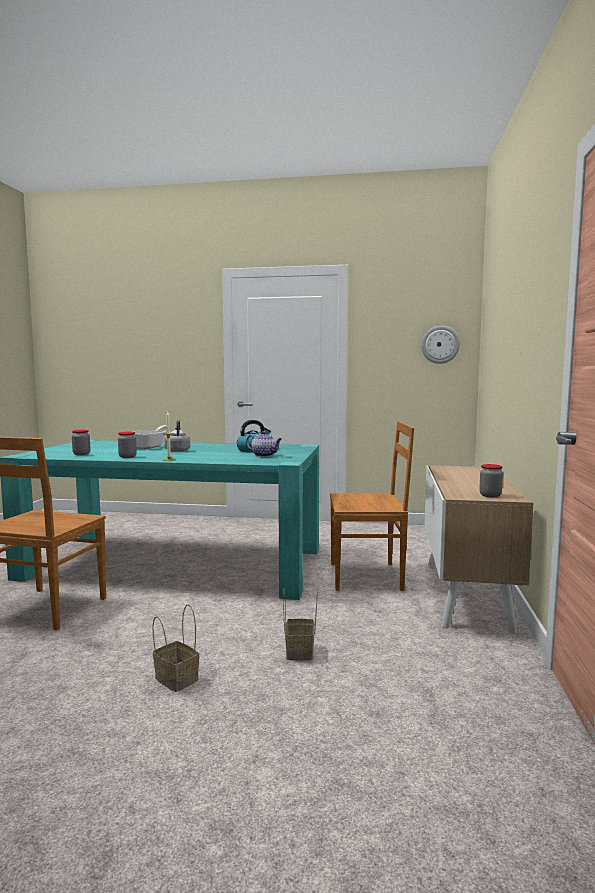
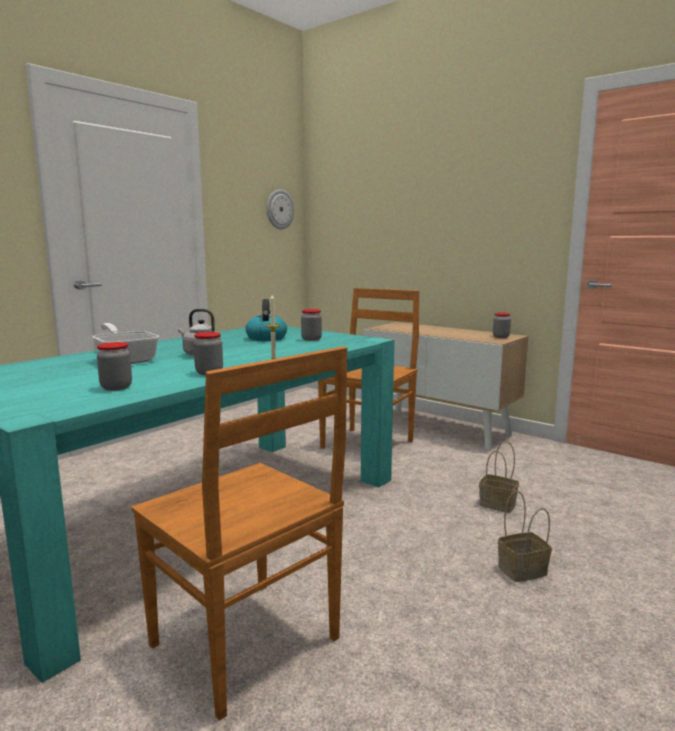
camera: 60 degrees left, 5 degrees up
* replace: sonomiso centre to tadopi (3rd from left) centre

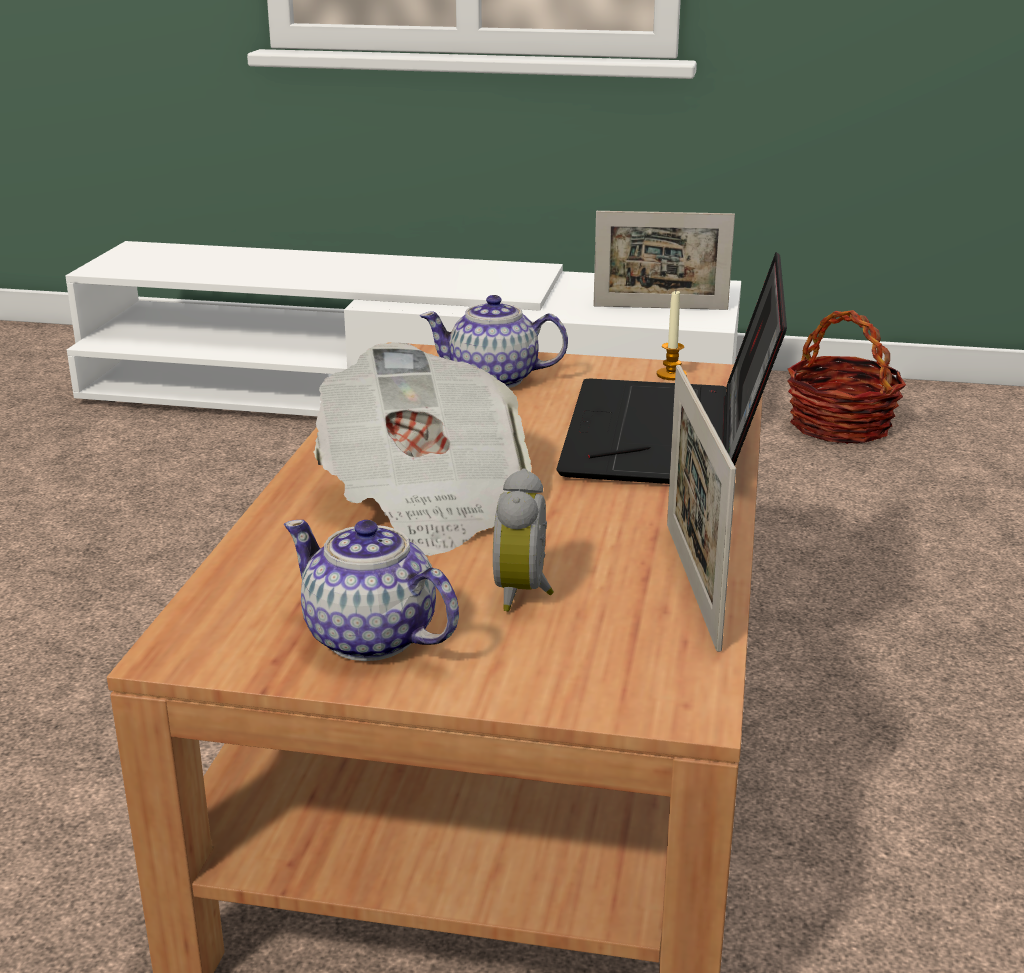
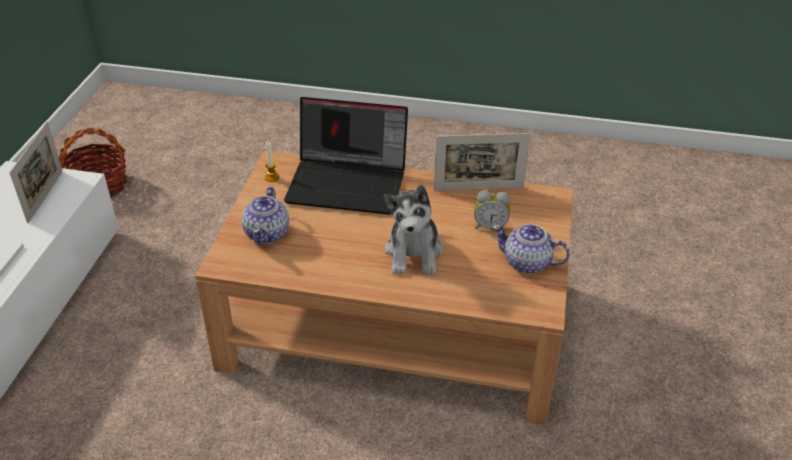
camera: 90 degrees left, 15 degrees up
* replace: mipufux centre to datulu centre
* rotate: sonomiso (1st from left in the first image) centre = middle right 75 degrees clockwise

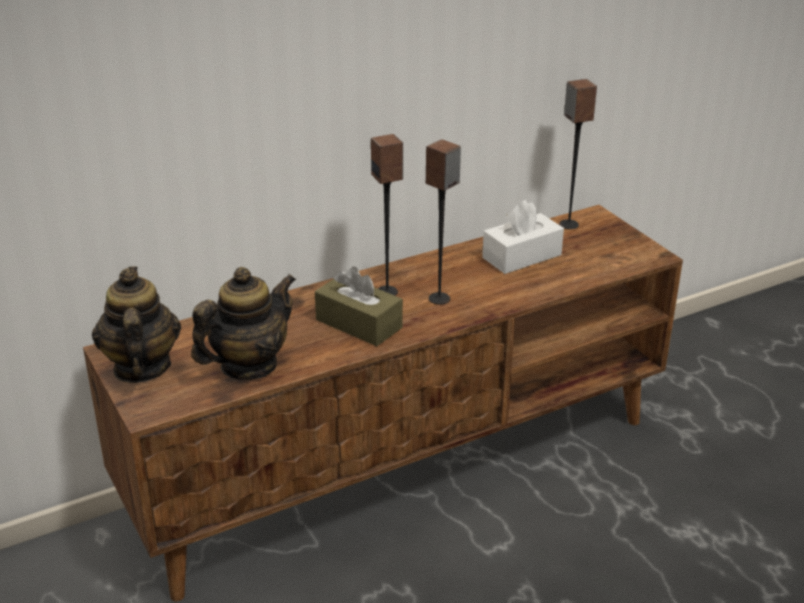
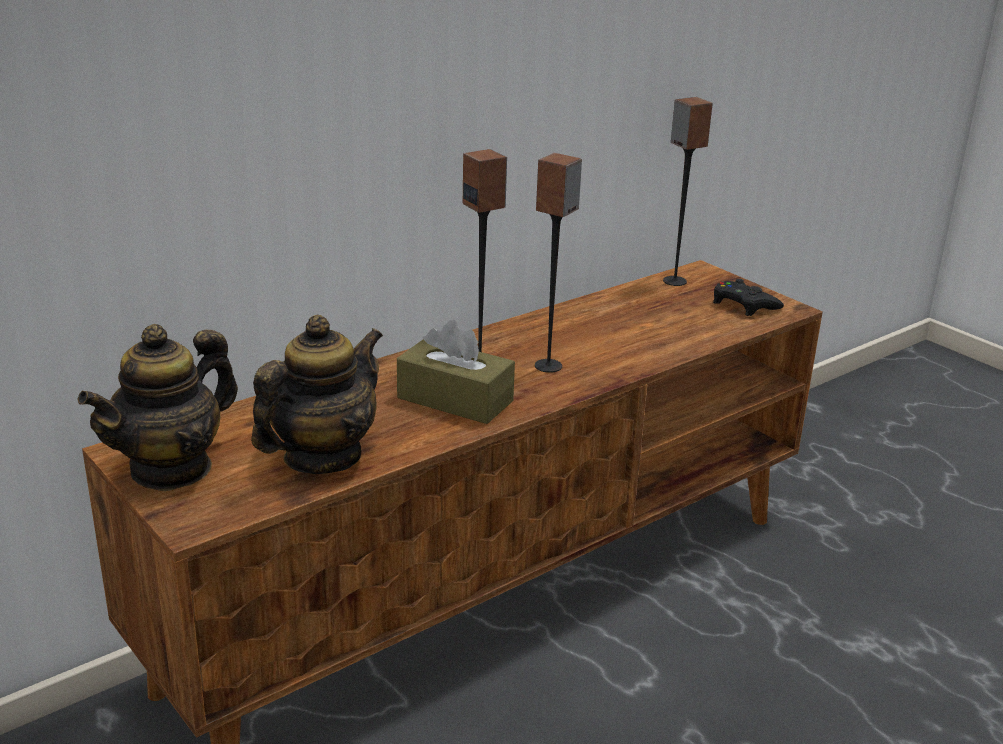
camera: 10 degrees left, 5 degrees down
* delete: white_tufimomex centre
* rotate: sonomiso (1st from left) middle left = middle left 120 degrees counterclockwise
* insert: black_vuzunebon middle right

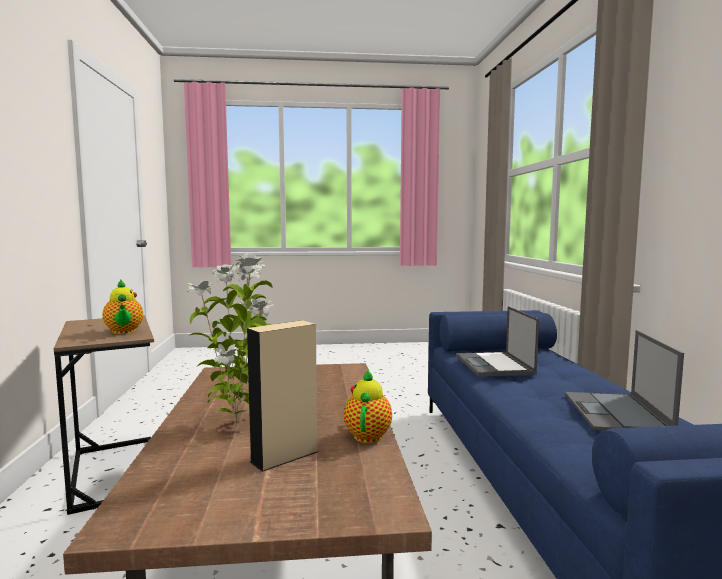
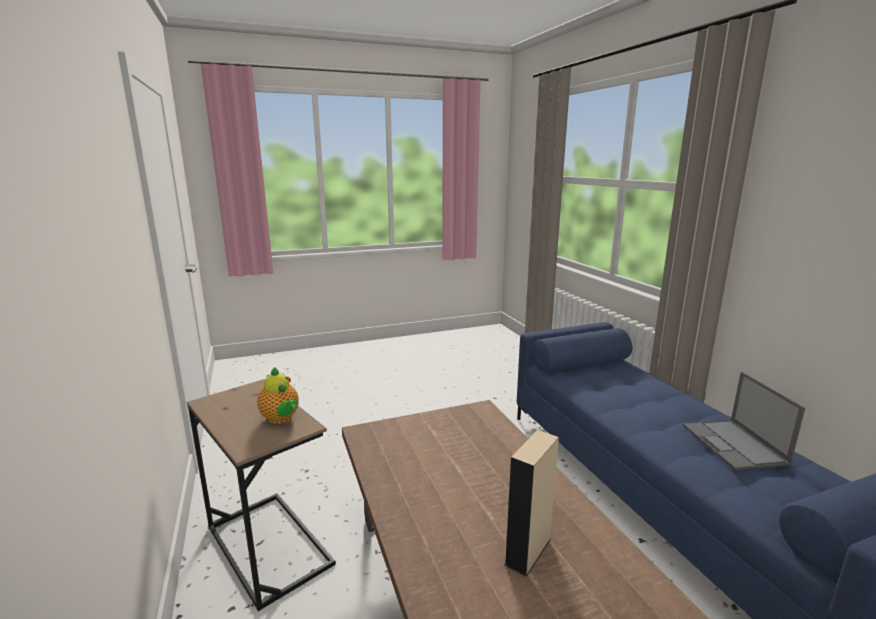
camera: 15 degrees left, 10 degrees up
* delete: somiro middle left
* delete: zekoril (1st from left) middle right
* delete: sonomiso (2nd from left) bottom centre

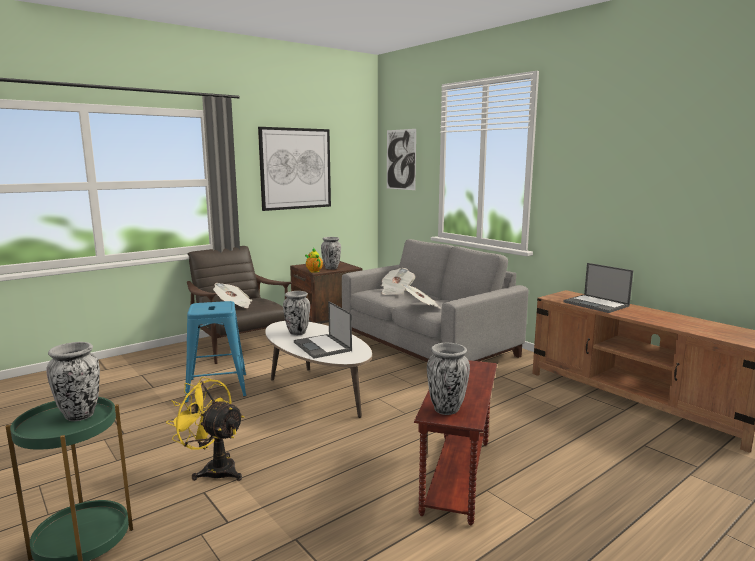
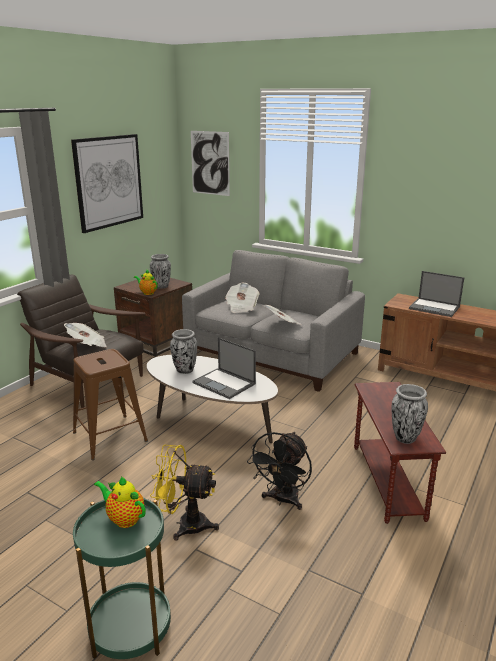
camera: 20 degrees left, 10 degrees up
* recolor: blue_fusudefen middle left to brown_fusudefen middle left
* replace: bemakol (1st from left) bottom left to sonomiso (1st from left) bottom left
* insert: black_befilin bottom centre

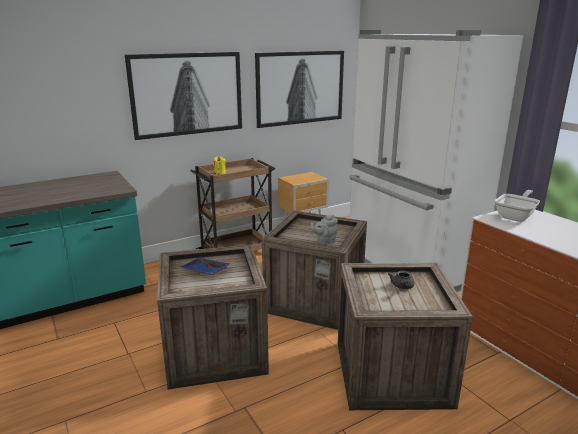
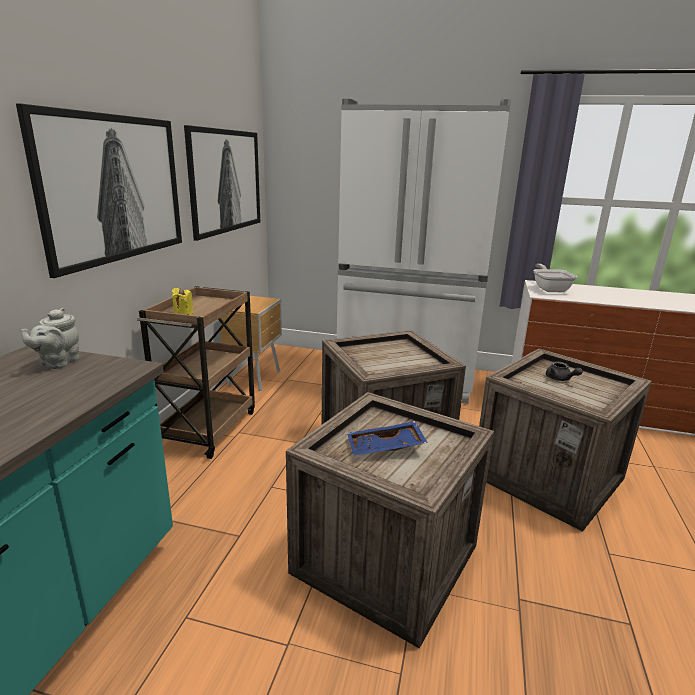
camera: 45 degrees left, 0 degrees up
* move: grey_sonomiso (1st from left) centre to middle left

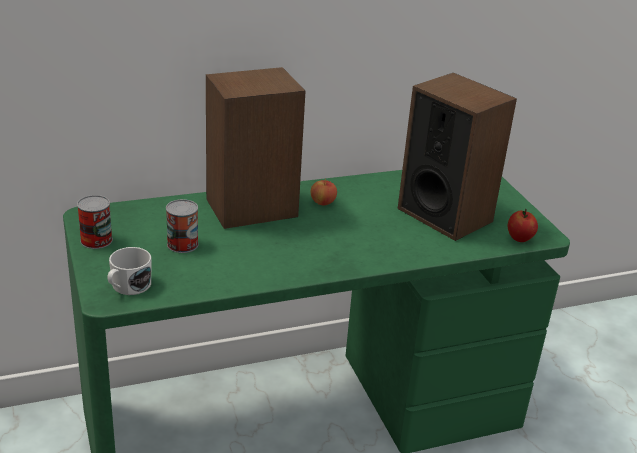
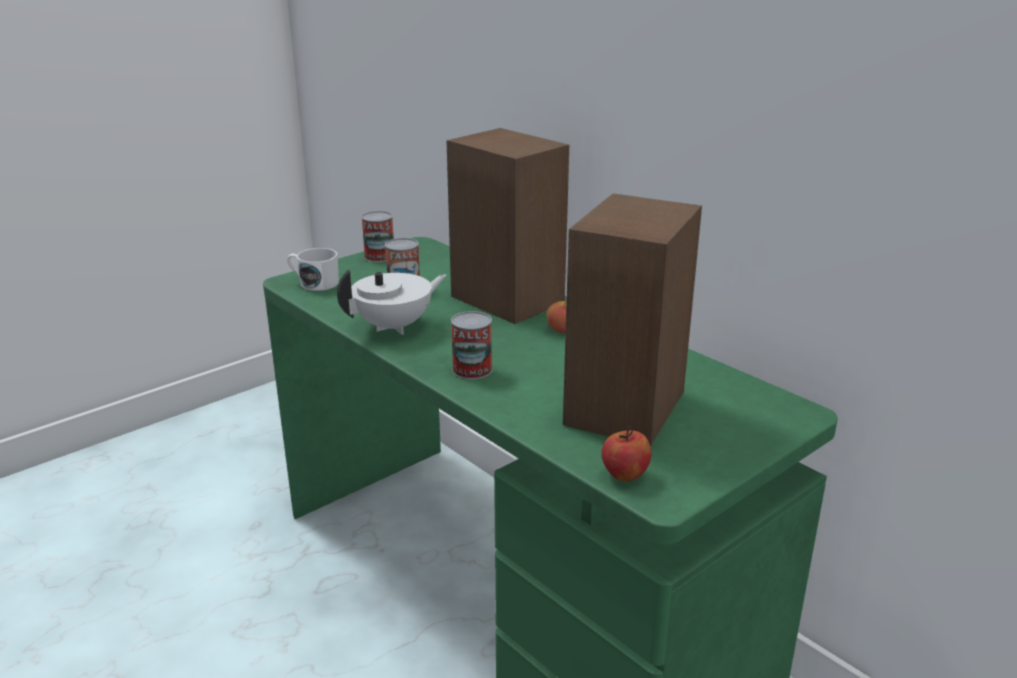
camera: 70 degrees right, 5 degrees down
* insert: white_sonomiso centre
* insert: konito (3rd from left) centre

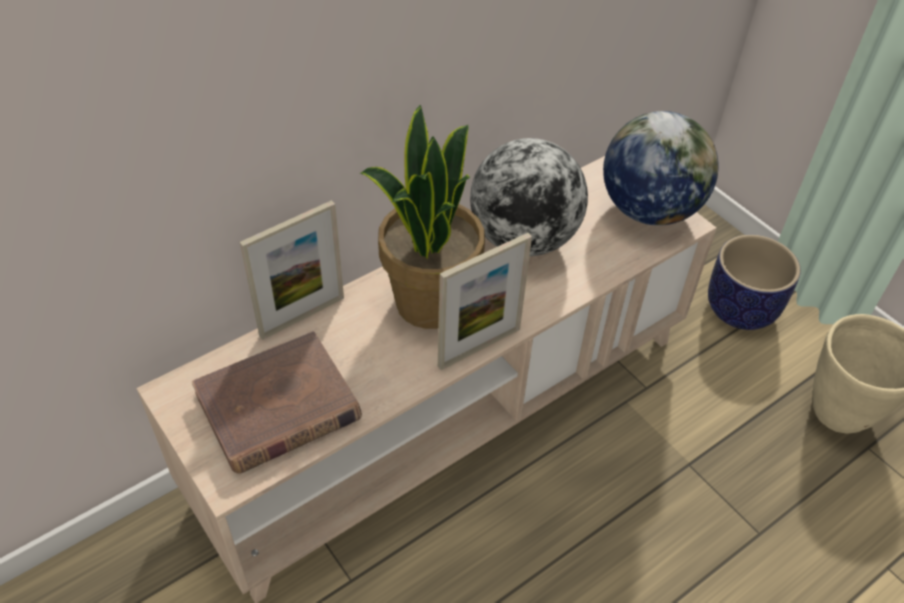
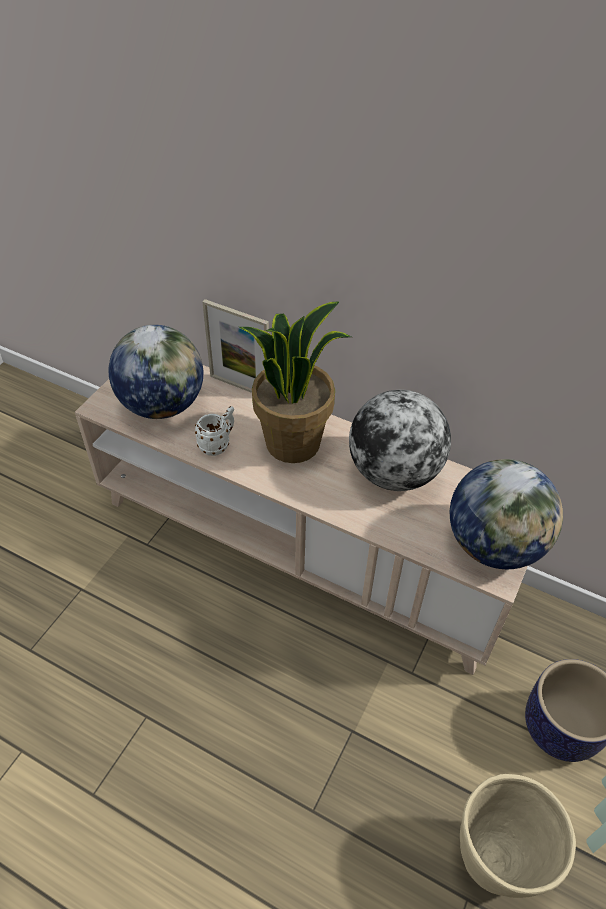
camera: 65 degrees right, 0 degrees up
* delete: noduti (2nd from left) centre
* replace: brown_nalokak bottom left to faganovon (1st from left) middle left
* insert: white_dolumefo centre

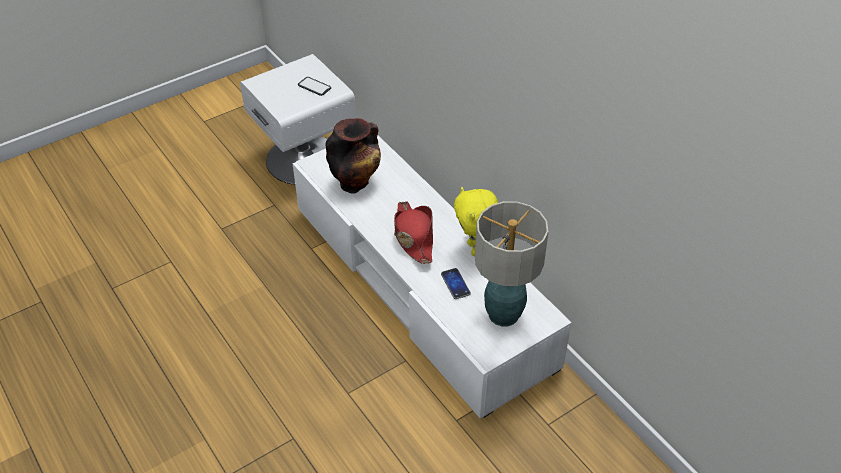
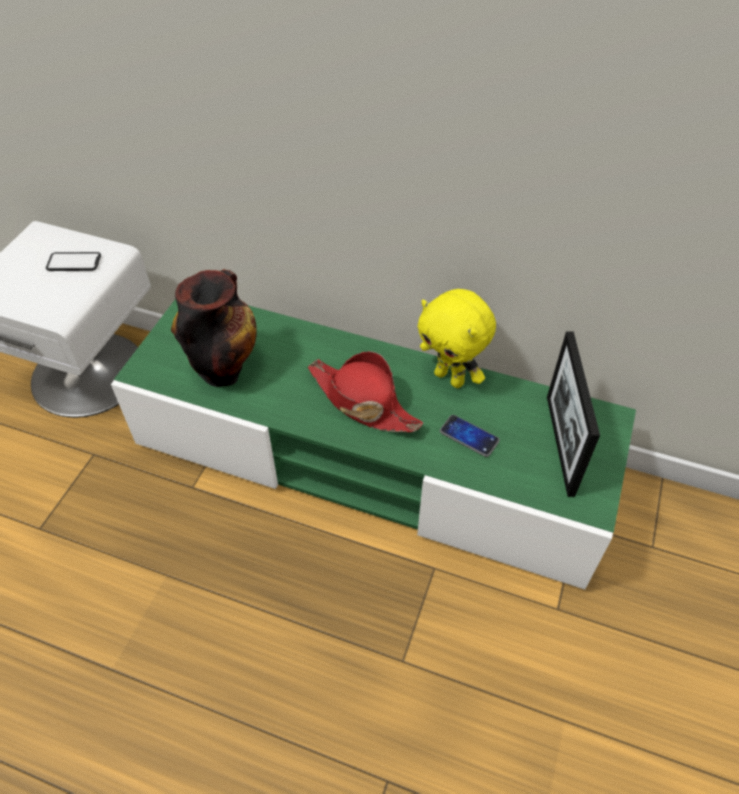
camera: 35 degrees left, 5 degrees up
* recolor: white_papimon centre to green_papimon centre
* replace: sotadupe centre to noduti middle right

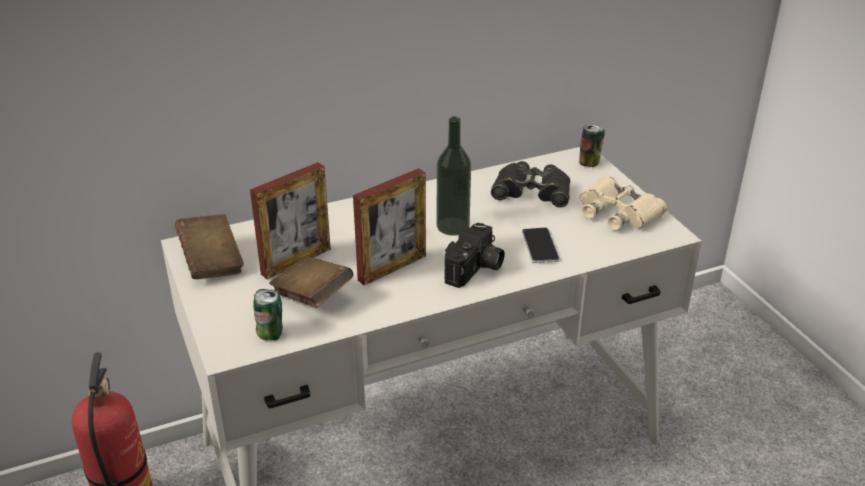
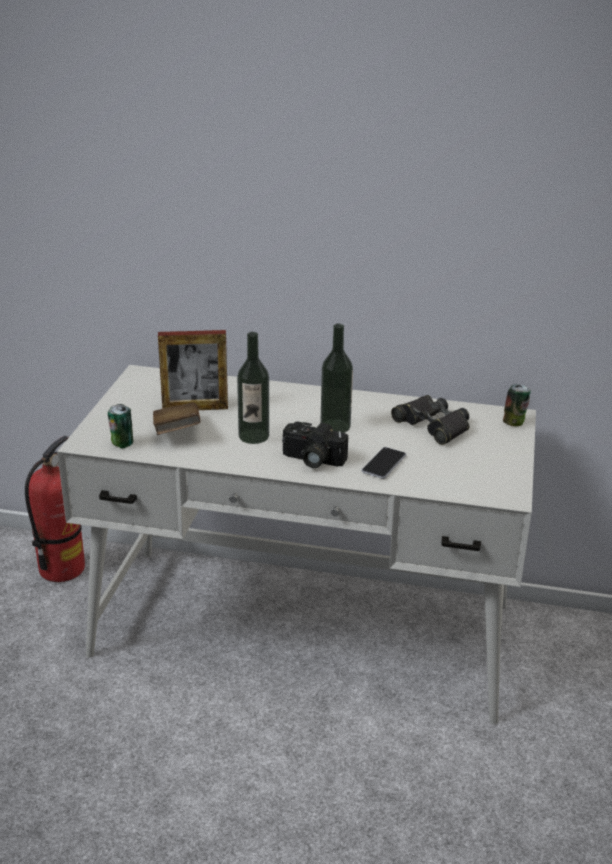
camera: 35 degrees right, 5 degrees down
* replace: noduti (2nd from left) centre to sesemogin (1st from left) centre
* delete: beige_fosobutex middle right
* delete: brown_nalokak (1st from left) middle left
* rotate: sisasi centre = centre 45 degrees clockwise

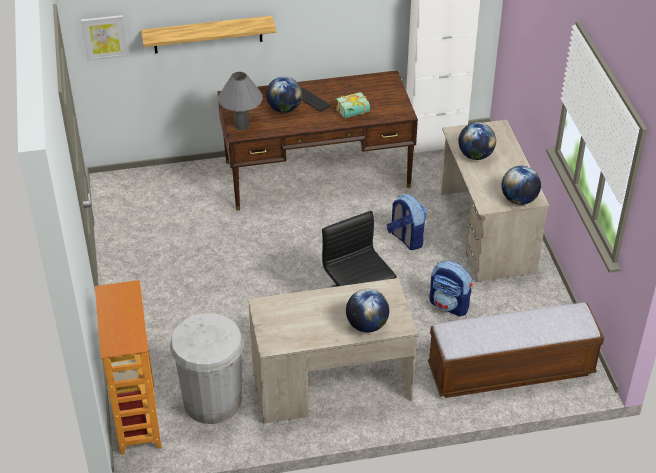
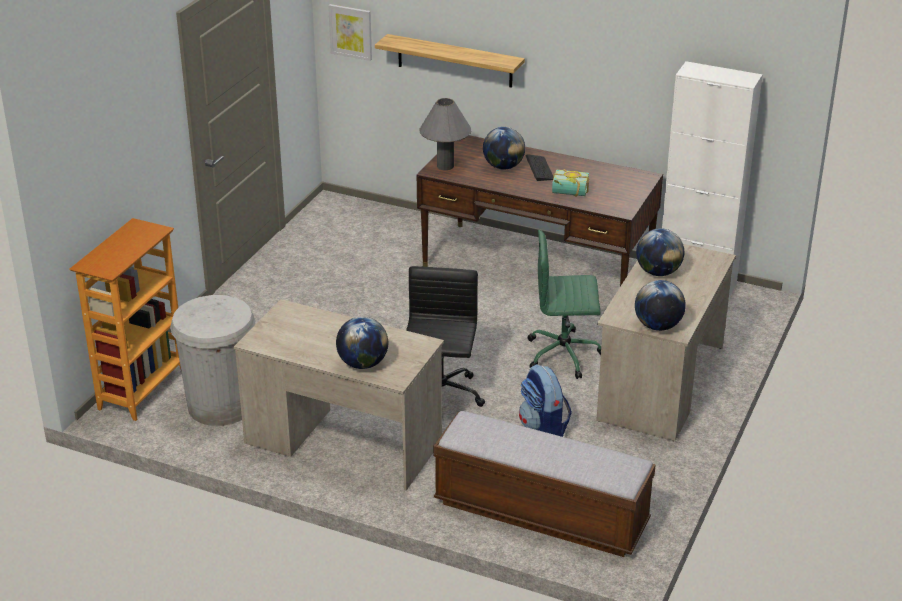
camera: 35 degrees right, 10 degrees down
* replace: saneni (1st from left) centre to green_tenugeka centre

